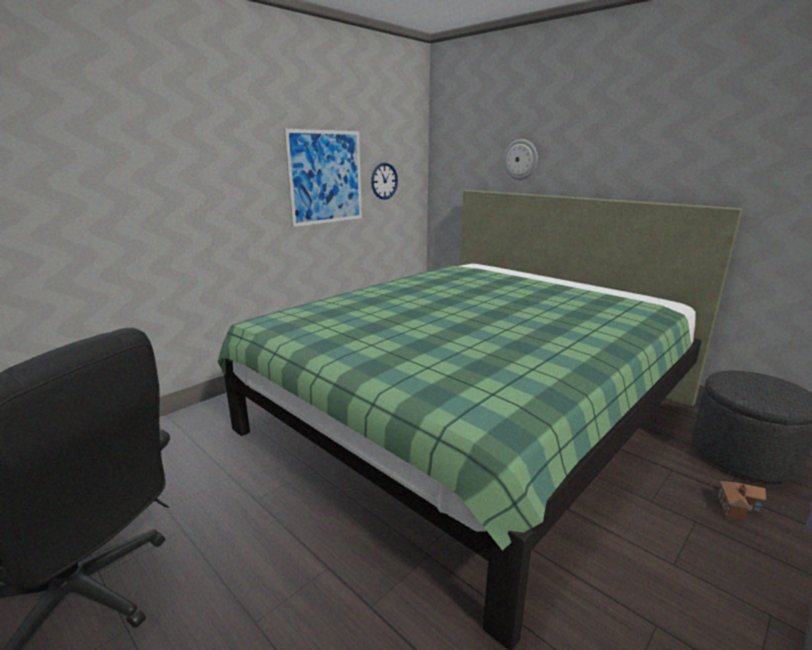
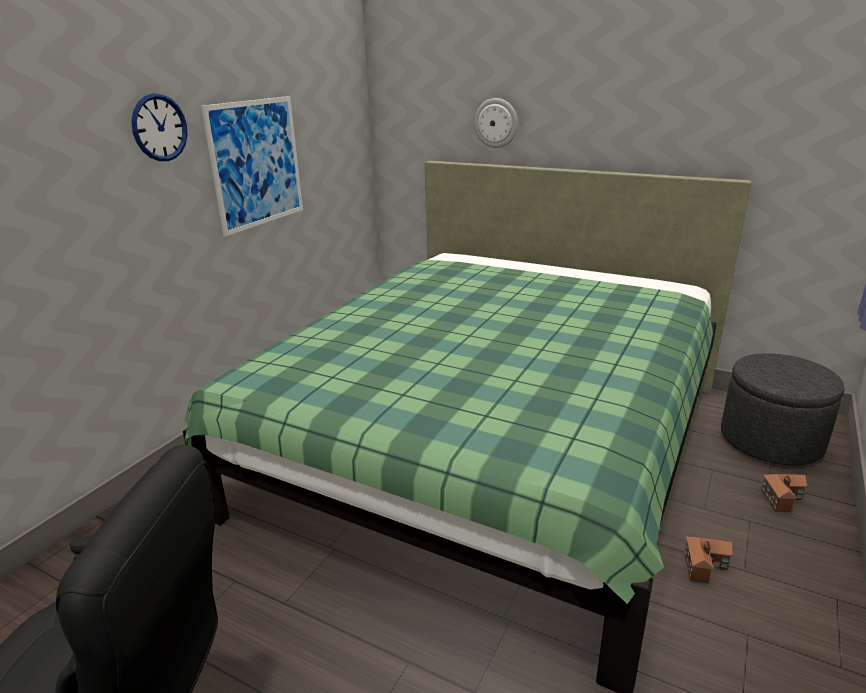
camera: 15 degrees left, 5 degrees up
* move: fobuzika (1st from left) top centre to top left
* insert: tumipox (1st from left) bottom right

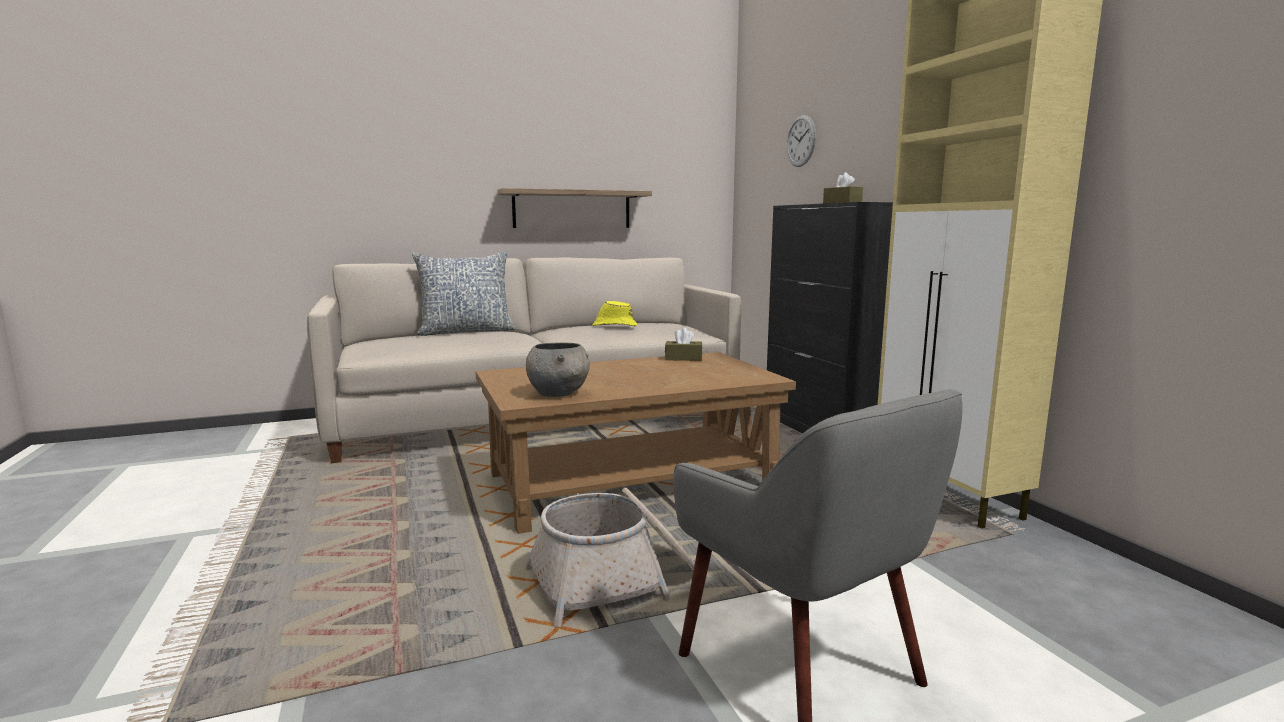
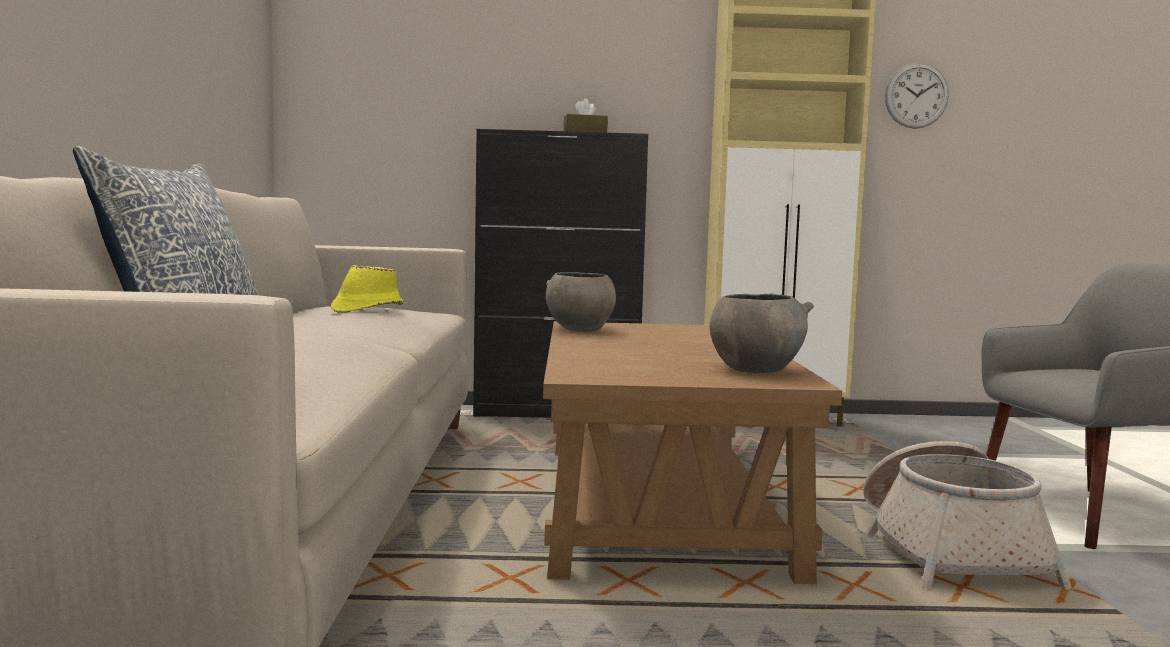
camera: 70 degrees left, 5 degrees down
* move: fobuzika top centre to top right
* delete: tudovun top centre
* replace: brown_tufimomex (1st from left) centre to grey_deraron (1st from left) centre

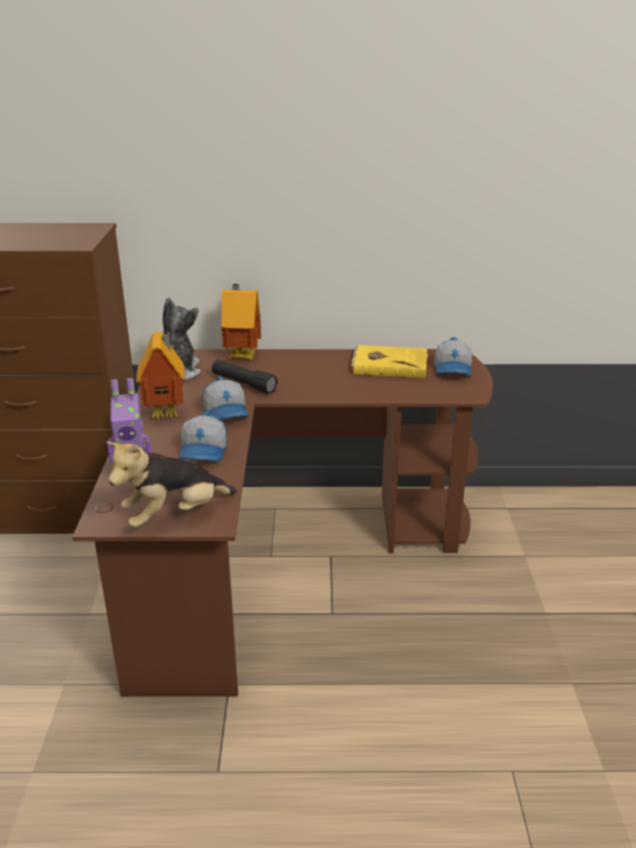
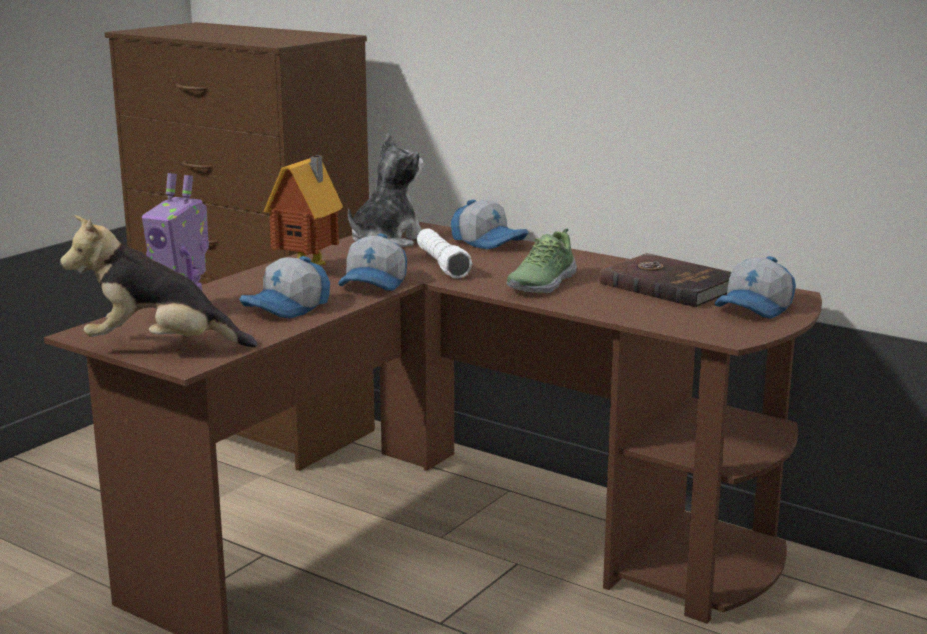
camera: 35 degrees right, 10 degrees down
* replace: tumipox (2nd from left) centre to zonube (3rd from left) centre
* recolor: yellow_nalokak centre to brown_nalokak middle right
* recolor: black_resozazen centre to white_resozazen centre
* insert: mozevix centre

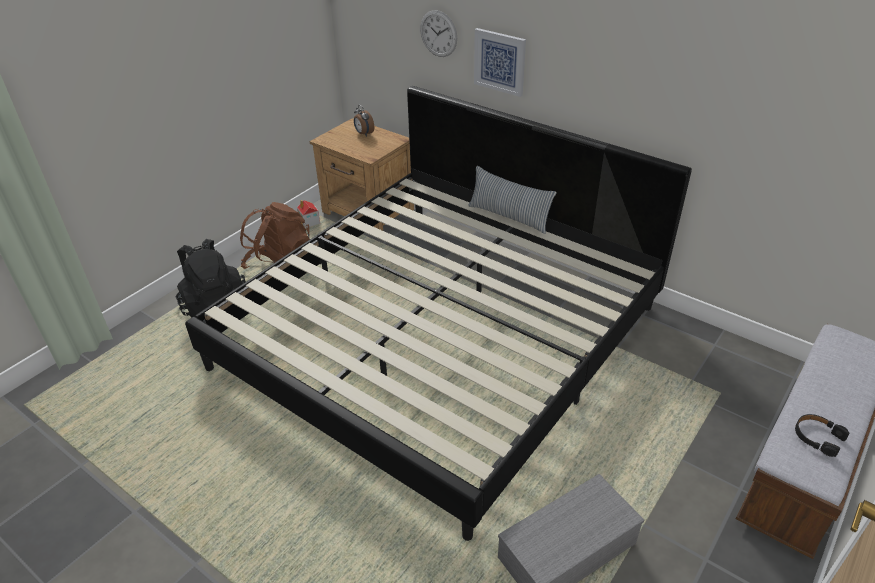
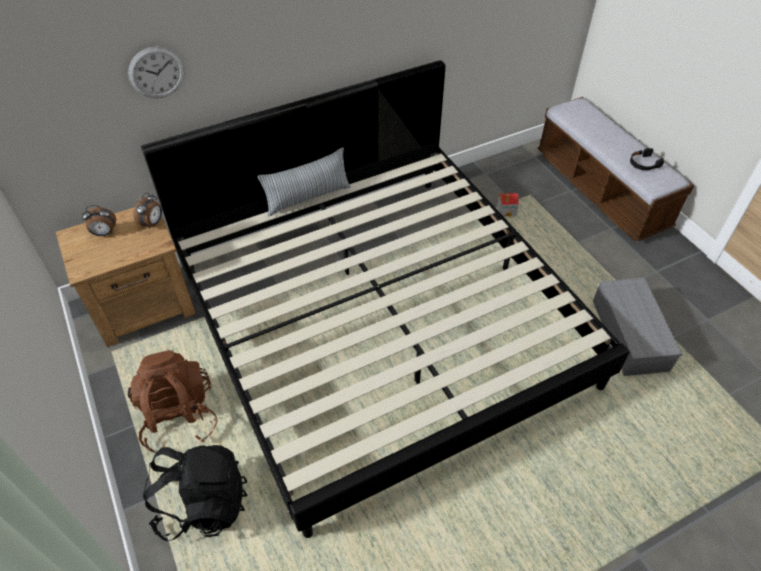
camera: 65 degrees left, 10 degrees up
* delete: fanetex top centre
* move: tumipox centre to middle right
* insert: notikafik (2nd from left) middle left

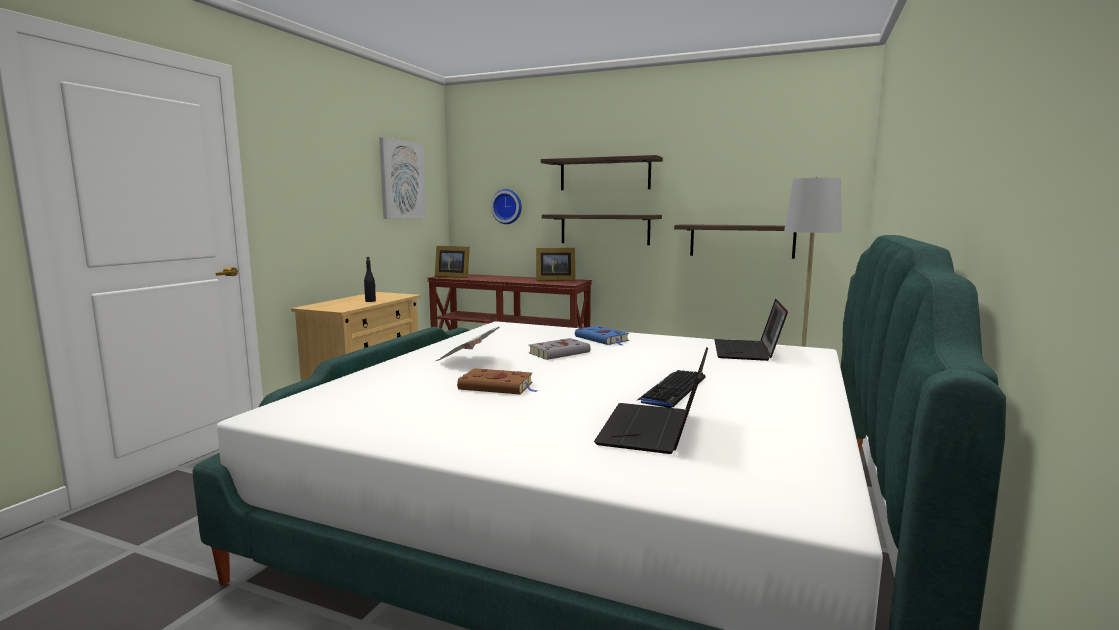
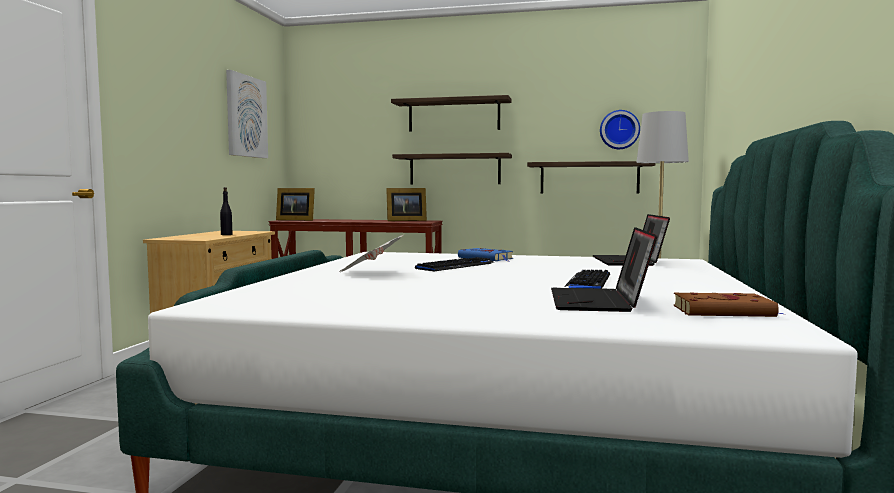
camera: 10 degrees left, 5 degrees down
* move: fobuzika top centre to top right
* replace: grey_nalokak centre to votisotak (1st from left) centre
* move: brown_nalokak centre to middle right

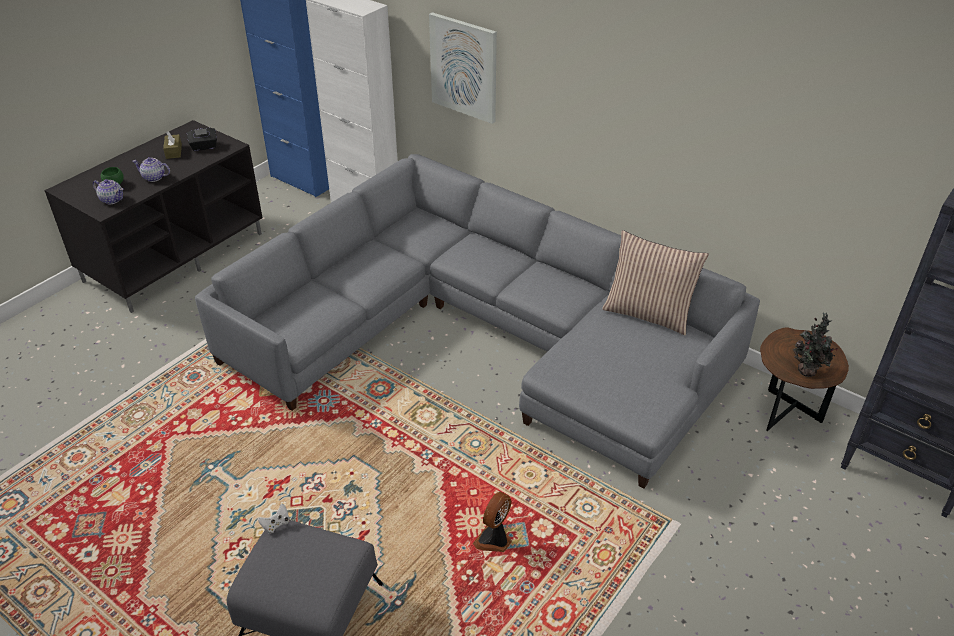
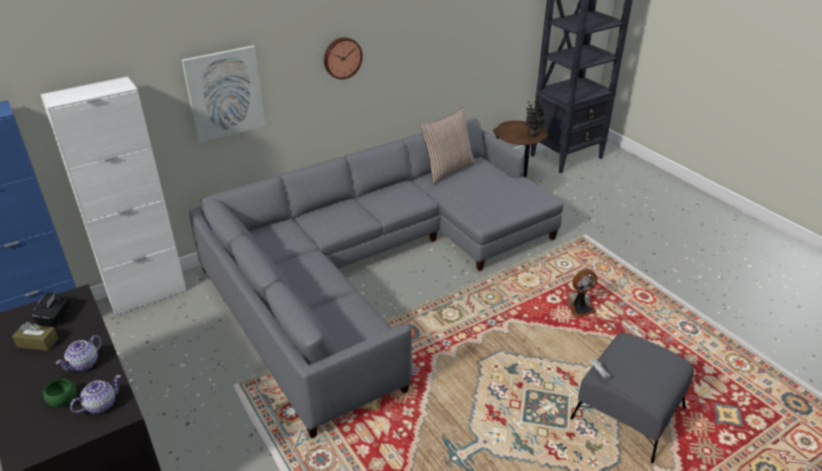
camera: 70 degrees left, 5 degrees down
* rotate: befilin bottom centre = middle right 75 degrees counterclockwise
* insert: fobuzika top centre

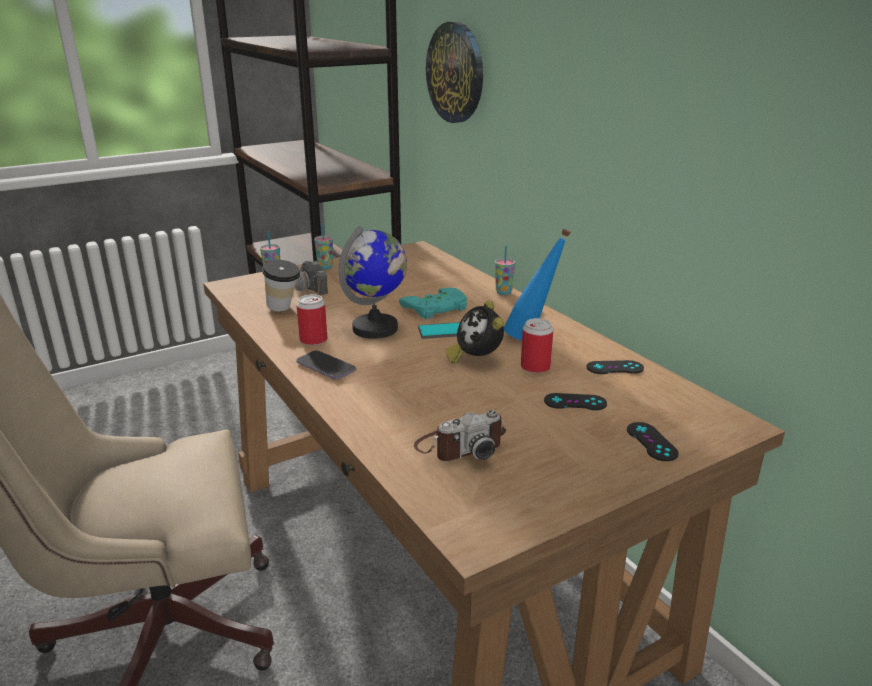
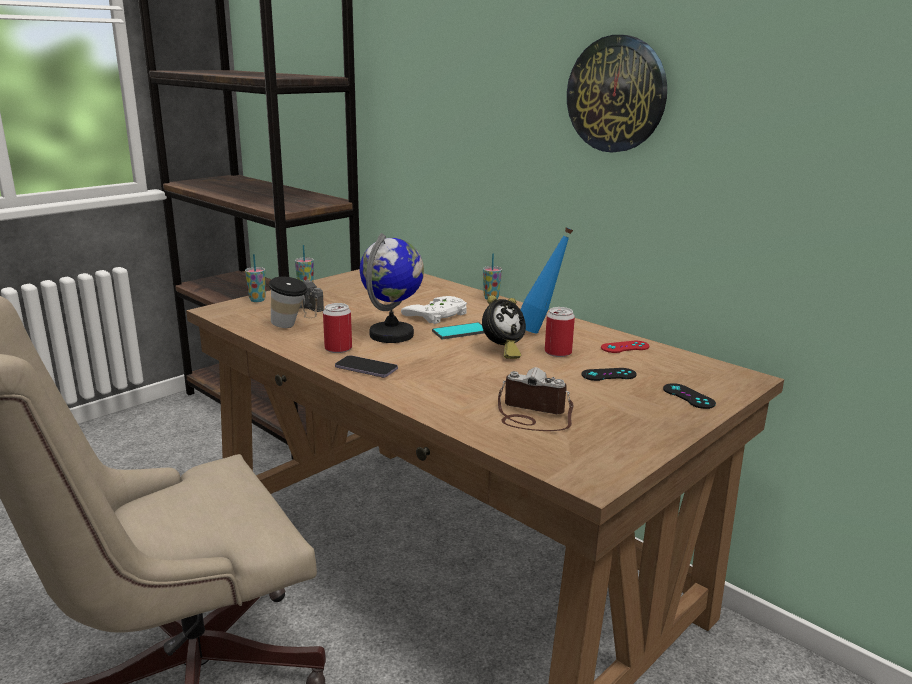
camera: 15 degrees left, 5 degrees down
* move: fobuzika top centre to top right
* recolor: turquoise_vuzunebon centre to white_vuzunebon centre
* rotate: notikafik centre = centre 90 degrees counterclockwise
* recolor: black_vuzunebon (2nd from left) middle right to red_vuzunebon middle right
* rotate: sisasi (2nd from left) centre = centre 120 degrees counterclockwise

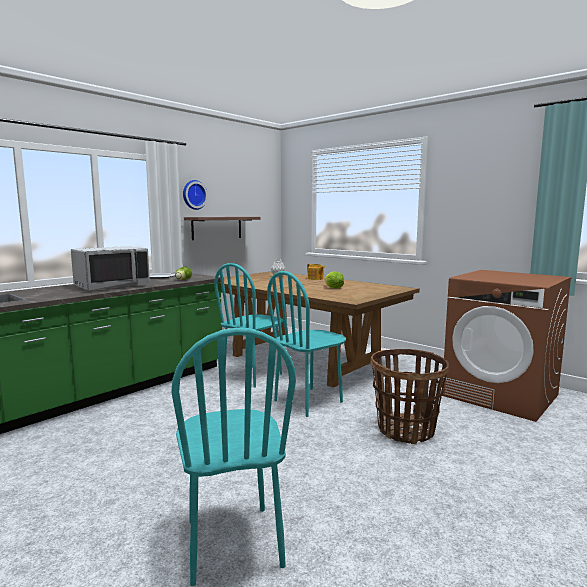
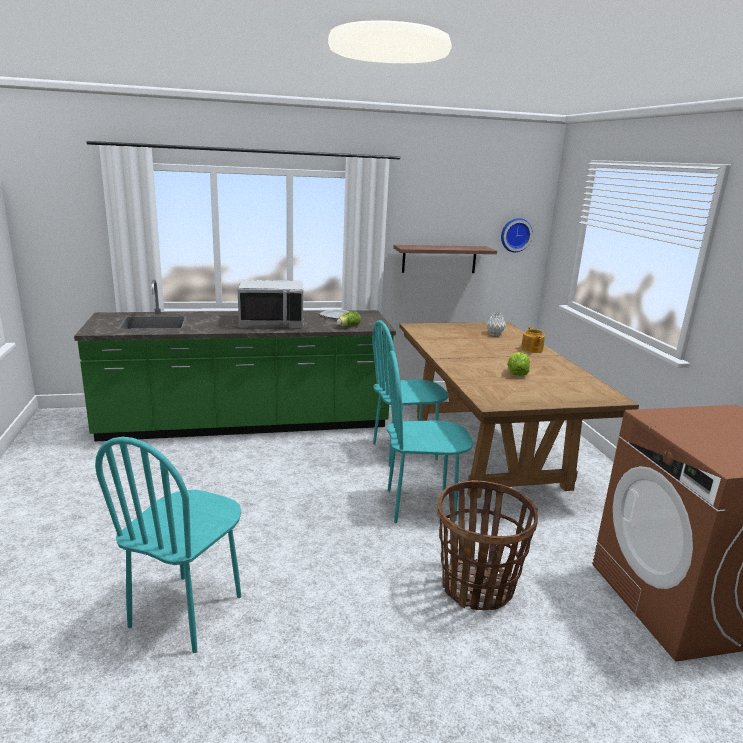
camera: 35 degrees right, 10 degrees up
* move: fobuzika top left to top right

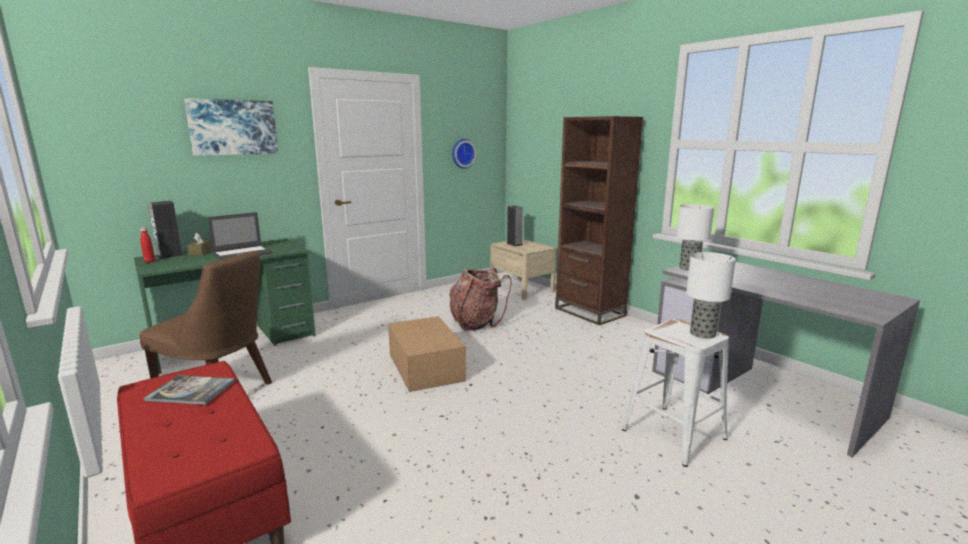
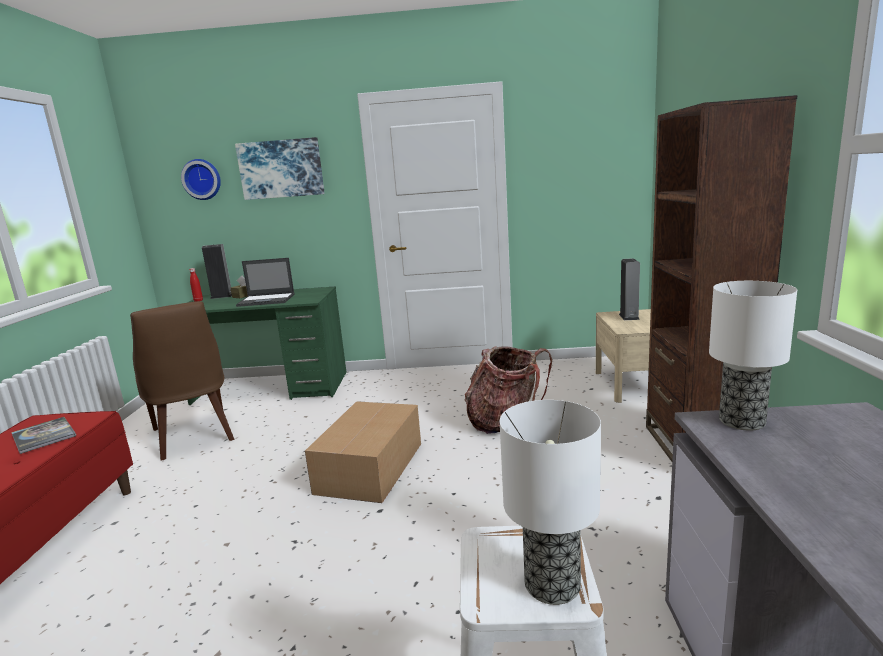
camera: 40 degrees right, 0 degrees up
* move: fobuzika top centre to top left

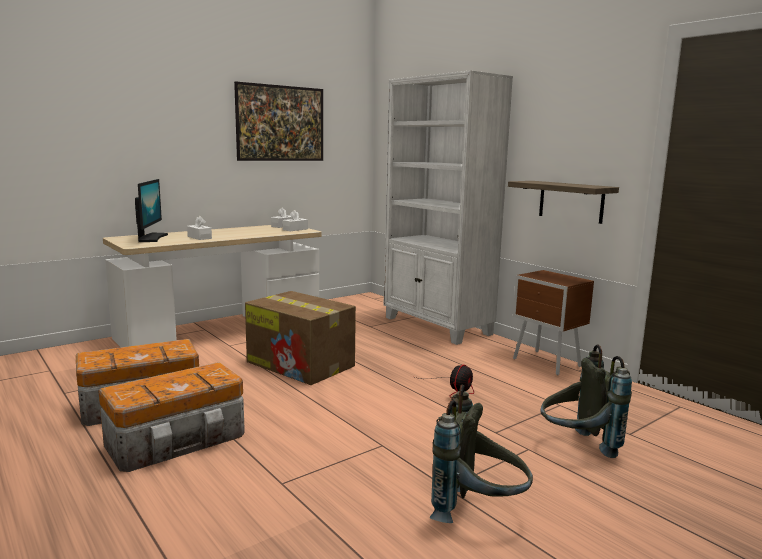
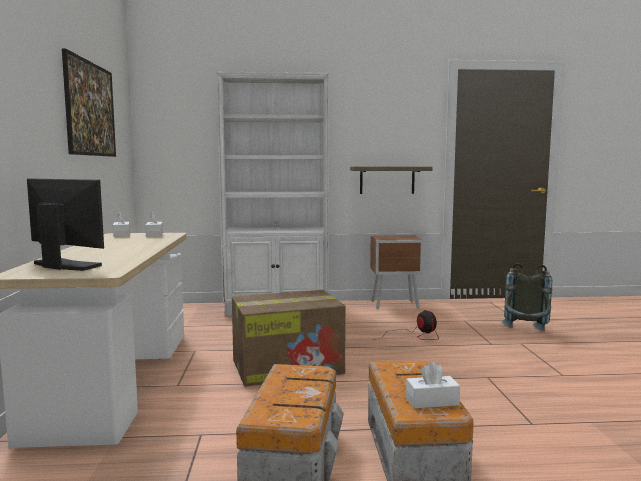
camera: 55 degrees left, 5 degrees down
* move: white_tufimomex (1st from left in the first image) middle left to white_tufimomex (3rd from left) bottom right
* delete: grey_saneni (1st from left) bottom centre

